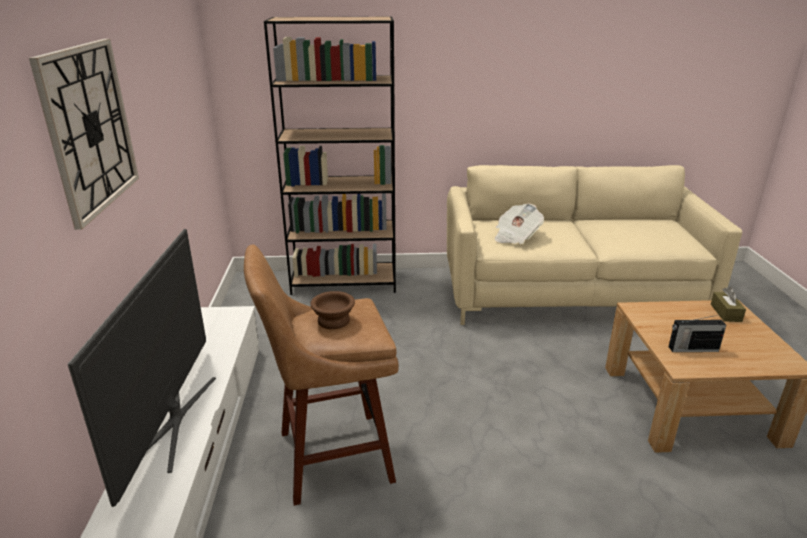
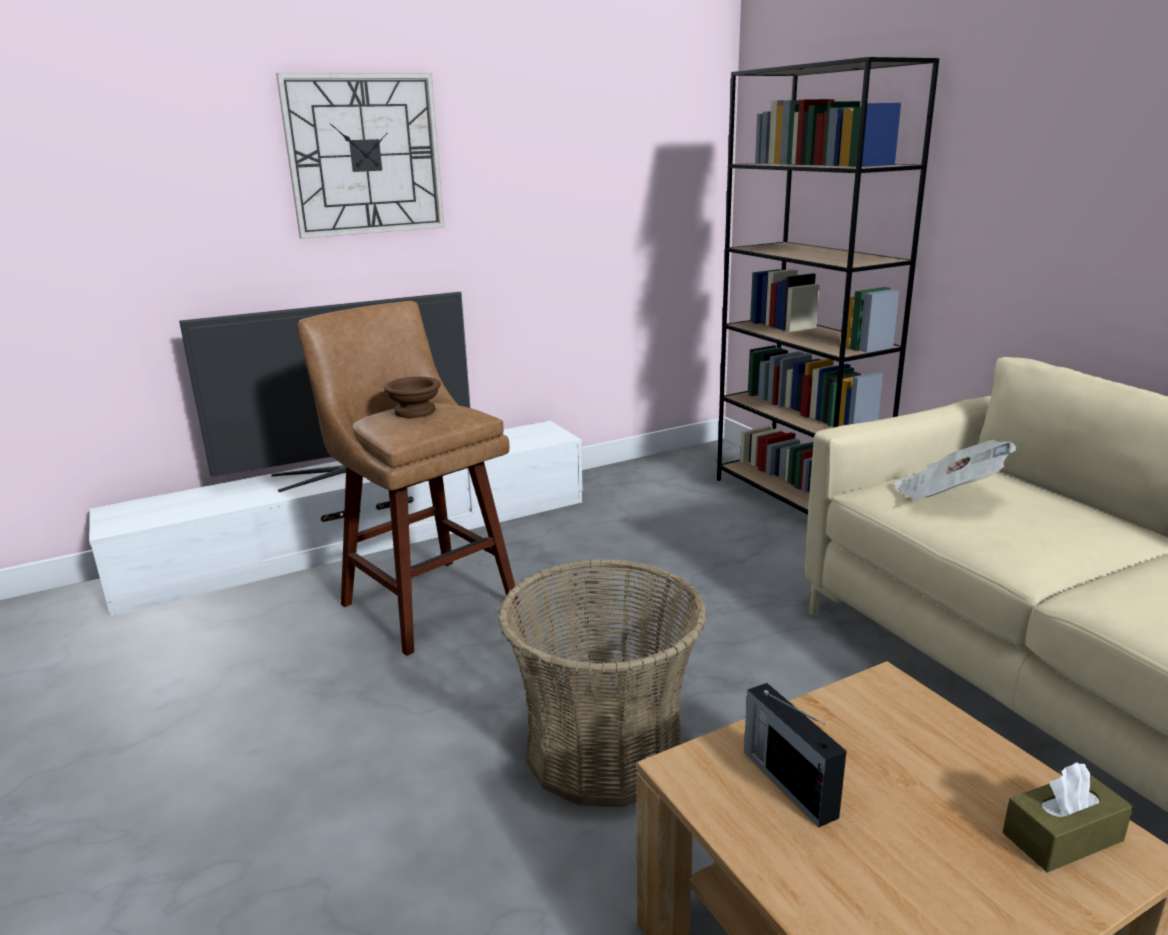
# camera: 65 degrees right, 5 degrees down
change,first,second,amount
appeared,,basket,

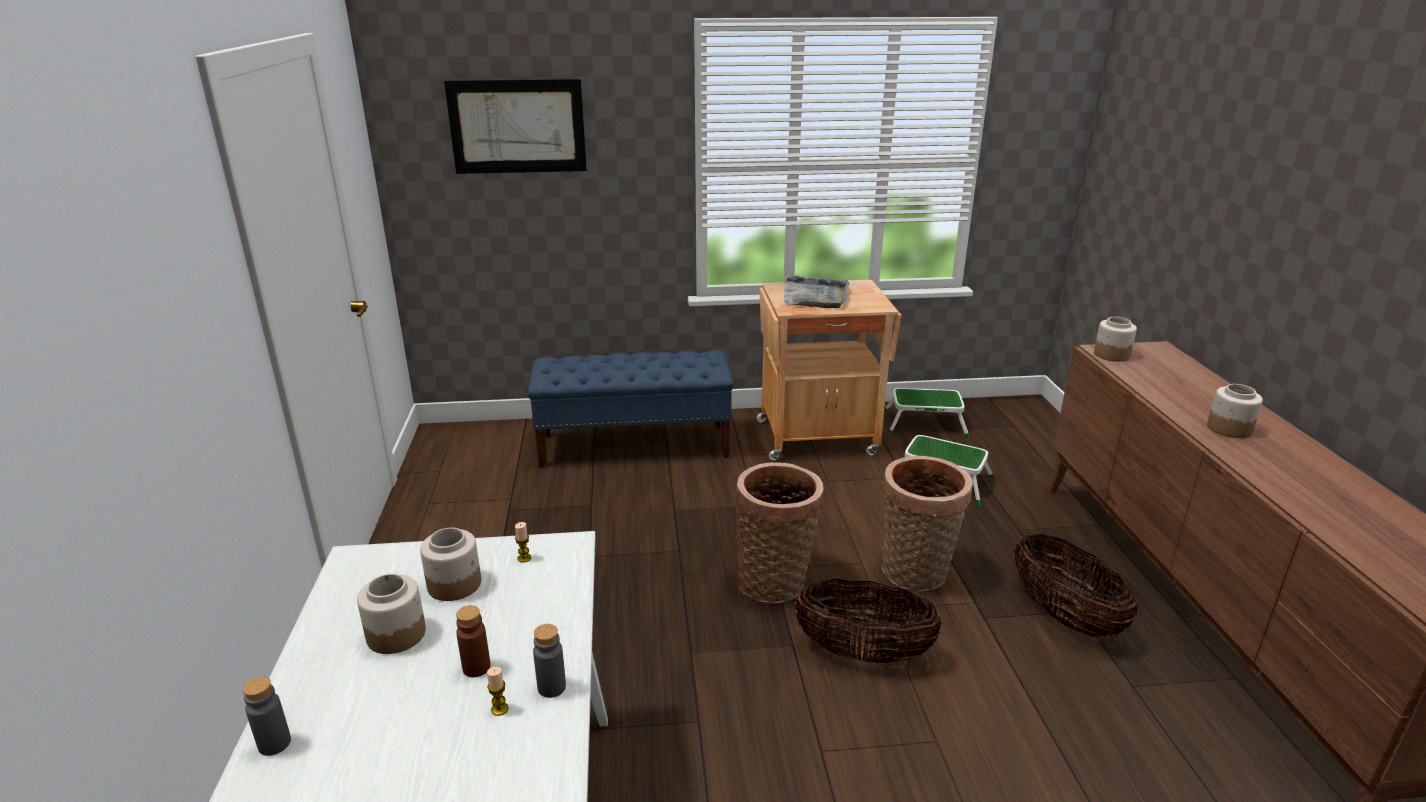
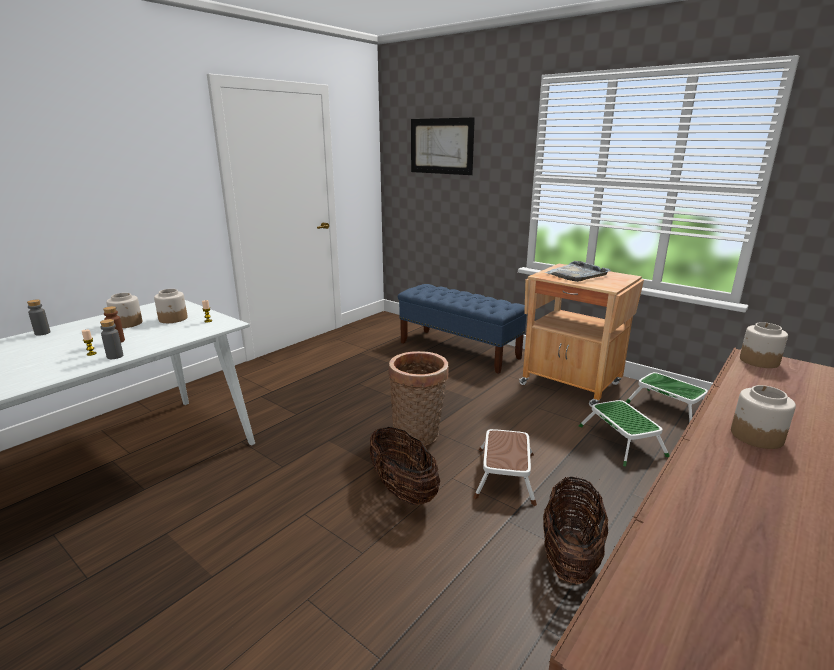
# camera: 45 degrees right, 5 degrees down
change,first,second,amount
exchanged,basket (no. 3 from left),step ladder (brown),

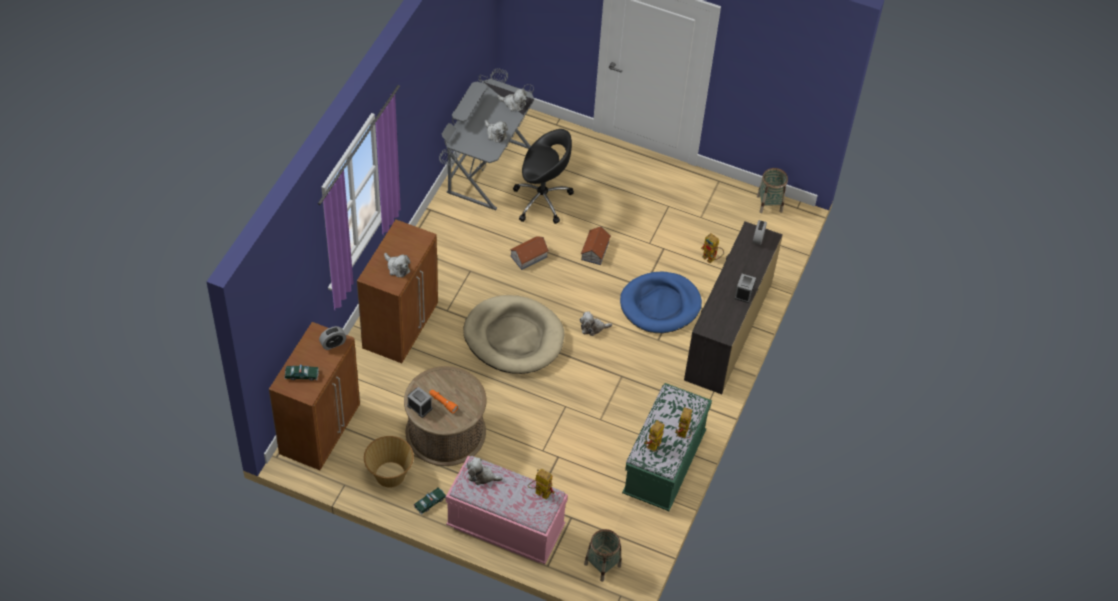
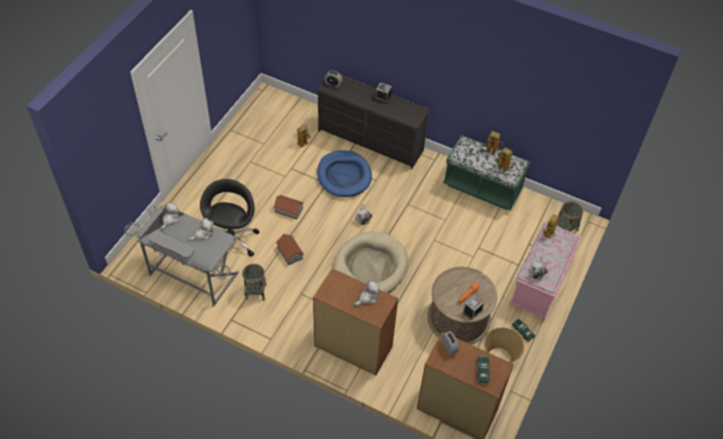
# camera: 85 degrees left, 0 degrees up
change,first,second,amount
relocated,basket (no. 3 from left in the first image),basket (no. 1 from left),

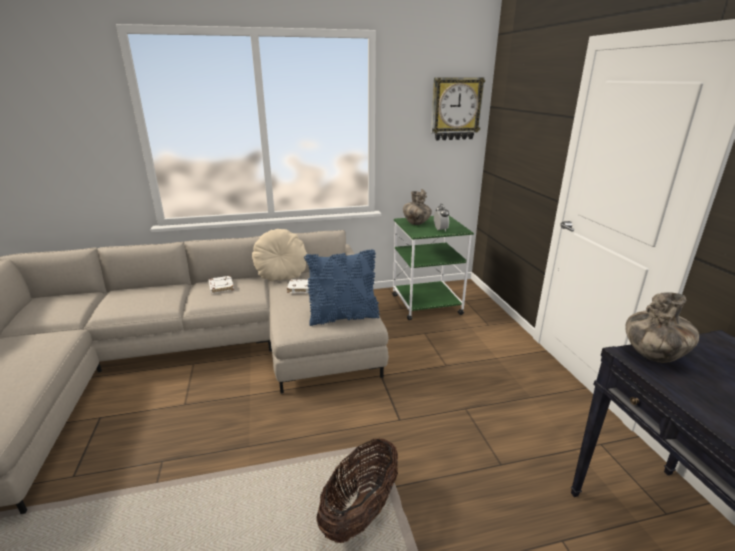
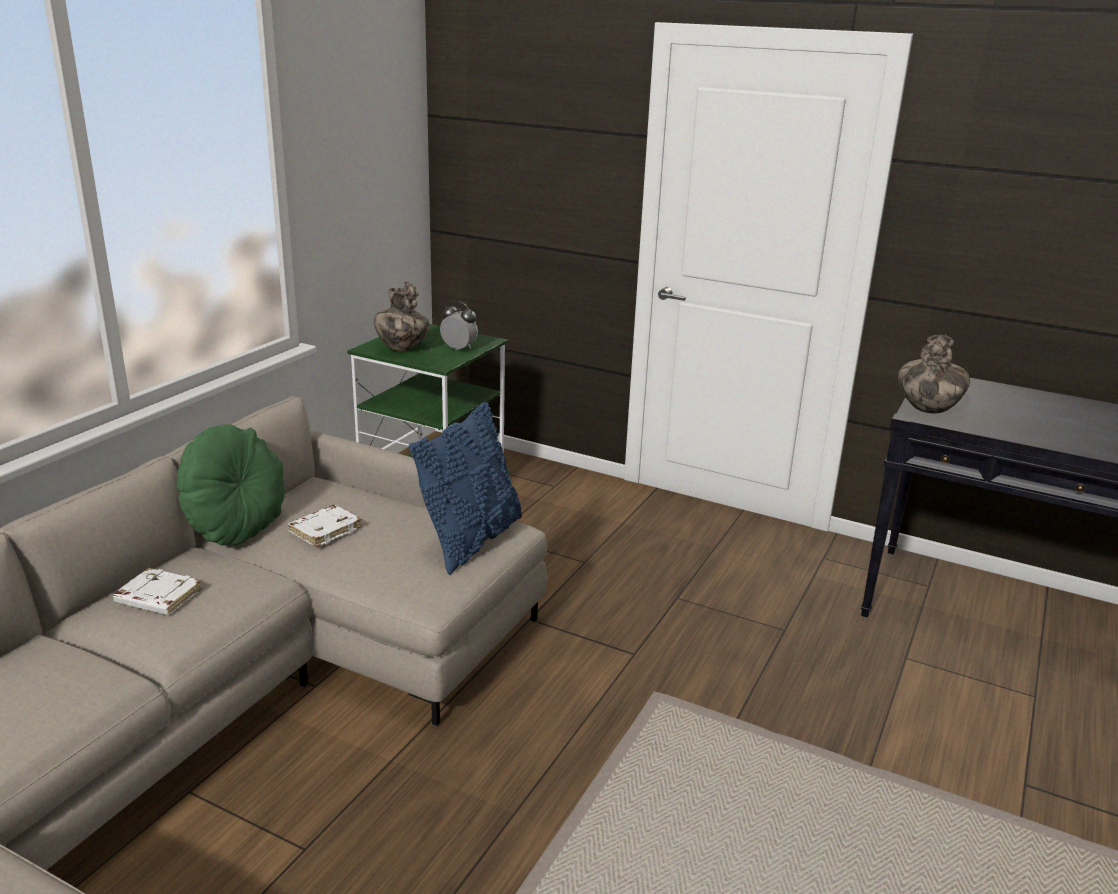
# camera: 50 degrees left, 0 degrees up
change,first,second,amount
colour,pillow (beige),pillow (green),
missing,basket,,
missing,wall clock,,

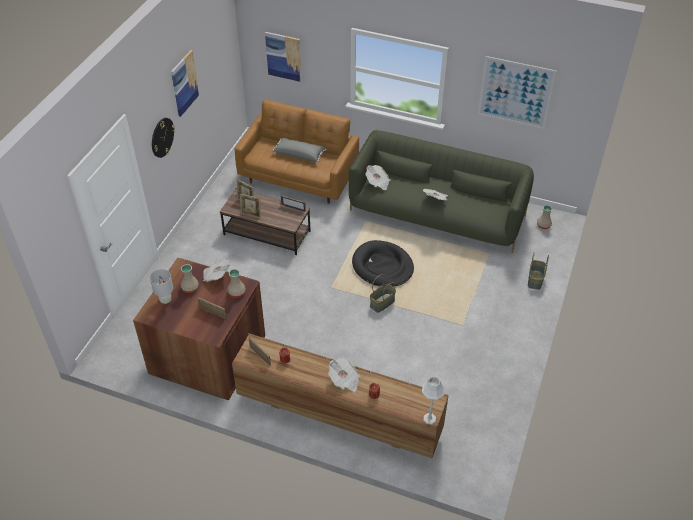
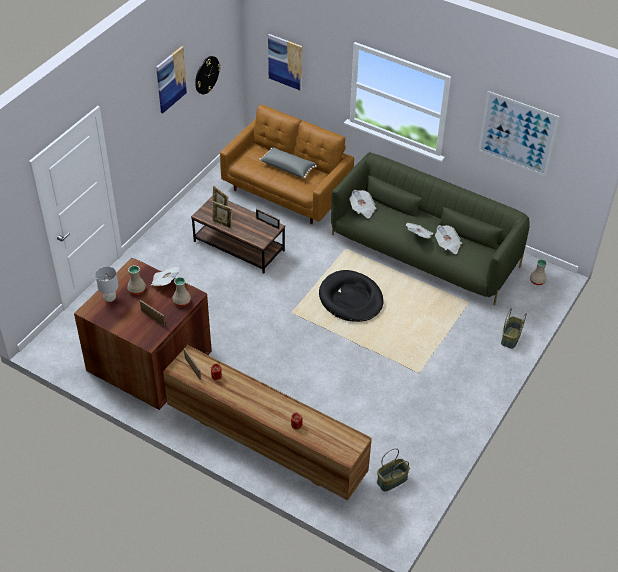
# camera: 10 degrees right, 0 degrees up
change,first,second,amount
relocated,wall clock,,
relocated,basket (no. 1 from left),,
relocated,newspaper (no. 2 from left in the first image),newspaper (no. 4 from left),
missing,table lamp (grey) (no. 2 from left),,

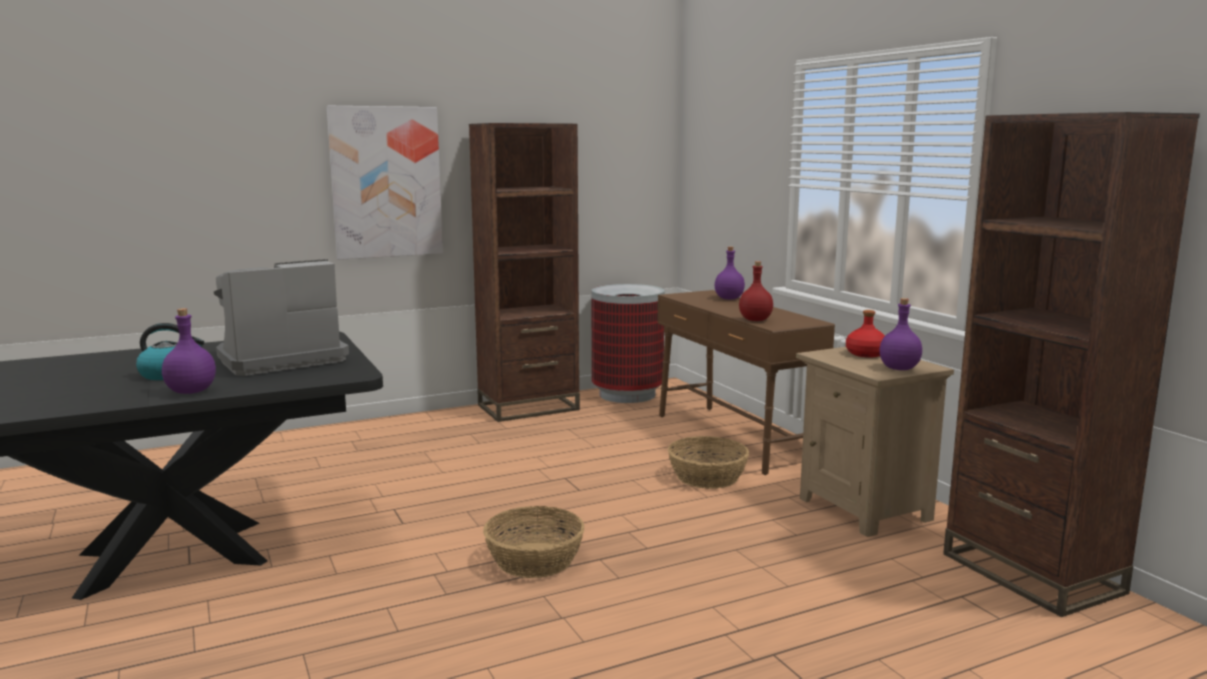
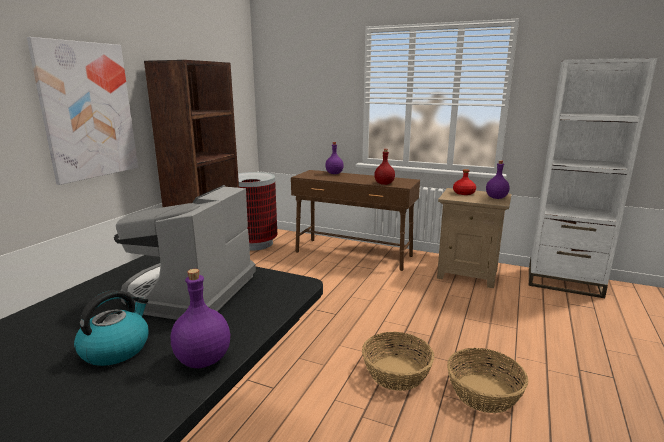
# camera: 40 degrees left, 5 degrees up
change,first,second,amount
relocated,basket (no. 2 from left),,
colour,bookcase (brown) (no. 2 from left),bookcase (white),

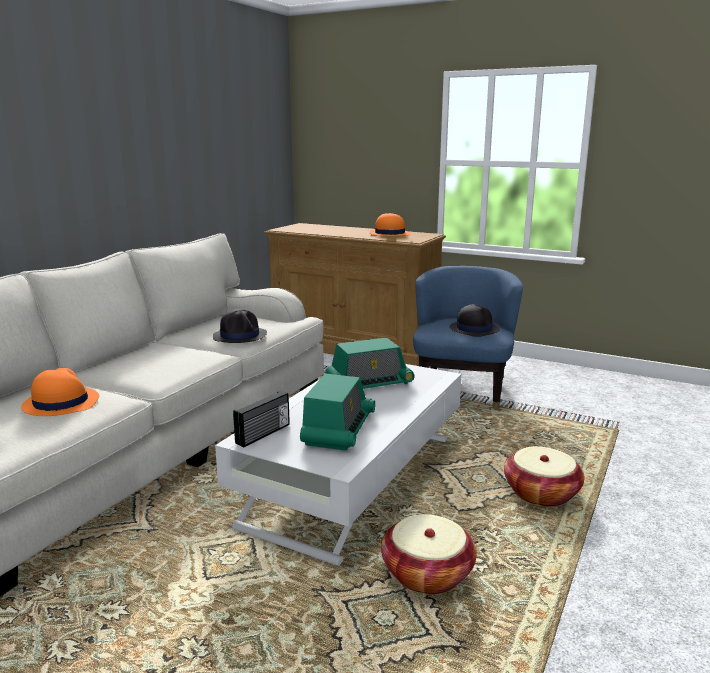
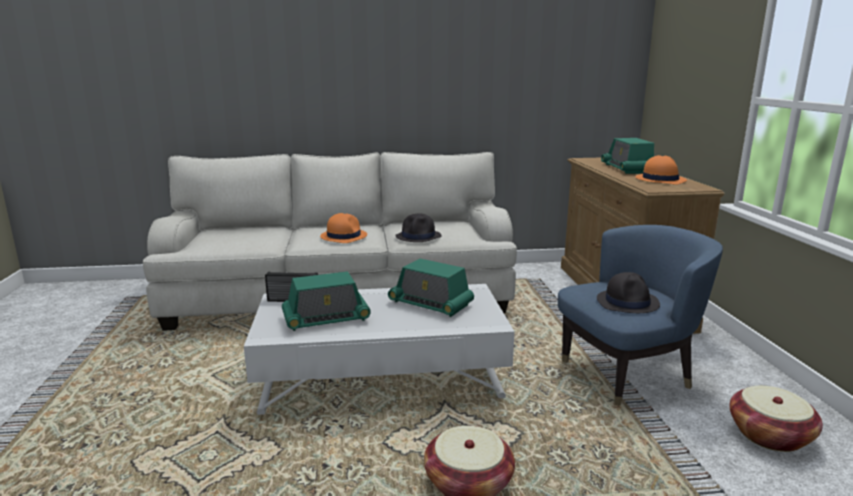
# camera: 55 degrees right, 0 degrees up
change,first,second,amount
relocated,hat (orange) (no. 1 from left),,
appeared,,radio (no. 4 from left),
relocated,basket (no. 1 from left in the first image),basket (no. 2 from left),

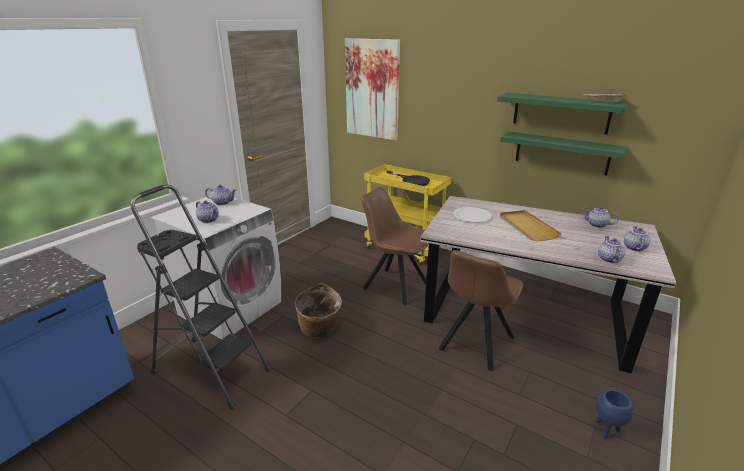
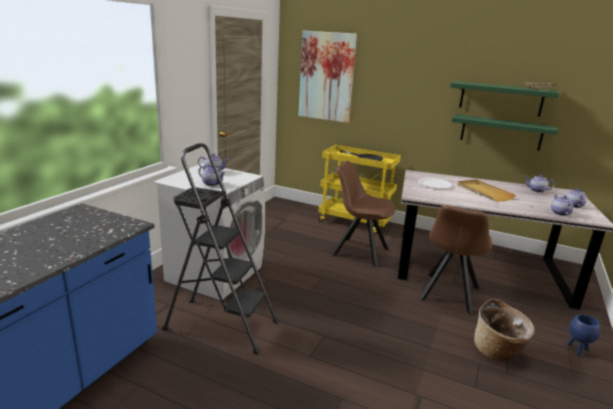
# camera: 10 degrees left, 5 degrees down
change,first,second,amount
relocated,basket,,

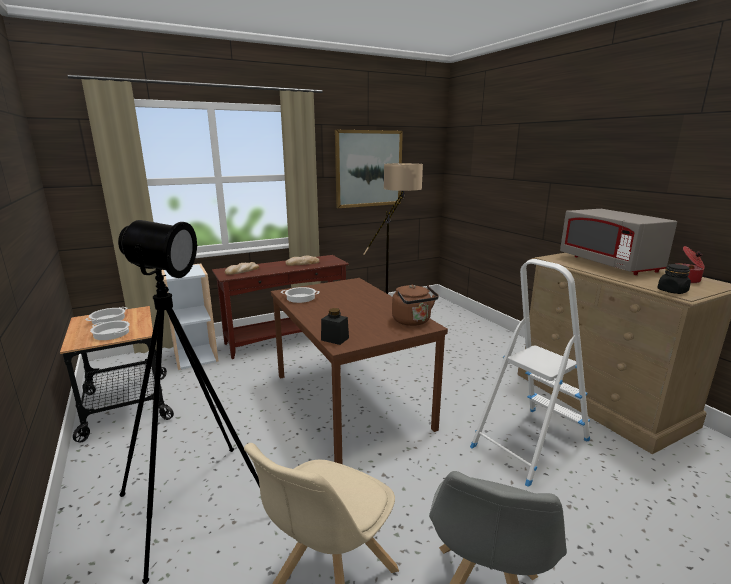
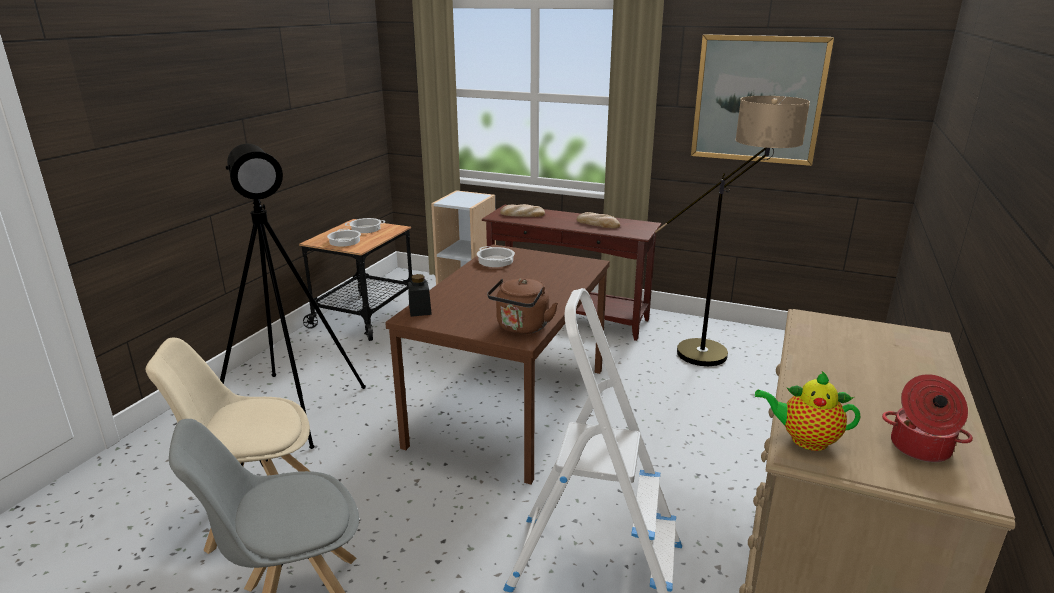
# camera: 50 degrees right, 5 degrees up
change,first,second,amount
exchanged,jar (black) (no. 2 from left),teapot,
missing,microwave (grey),,

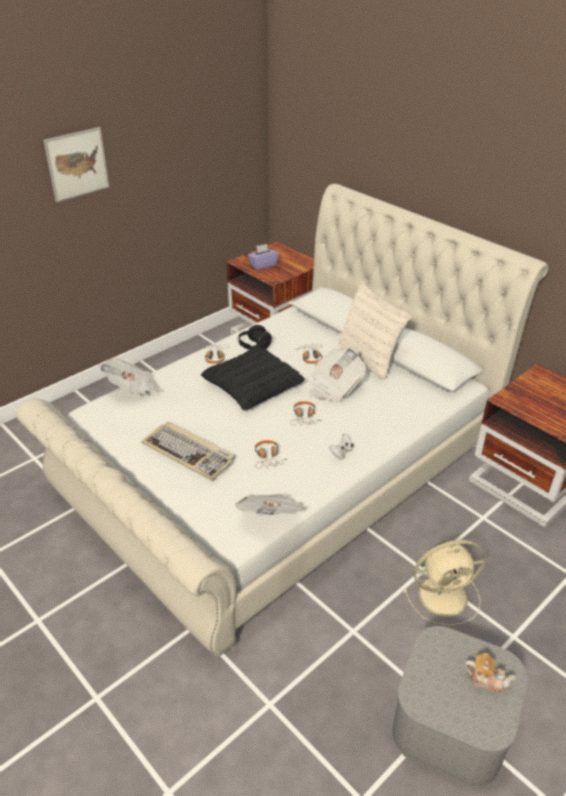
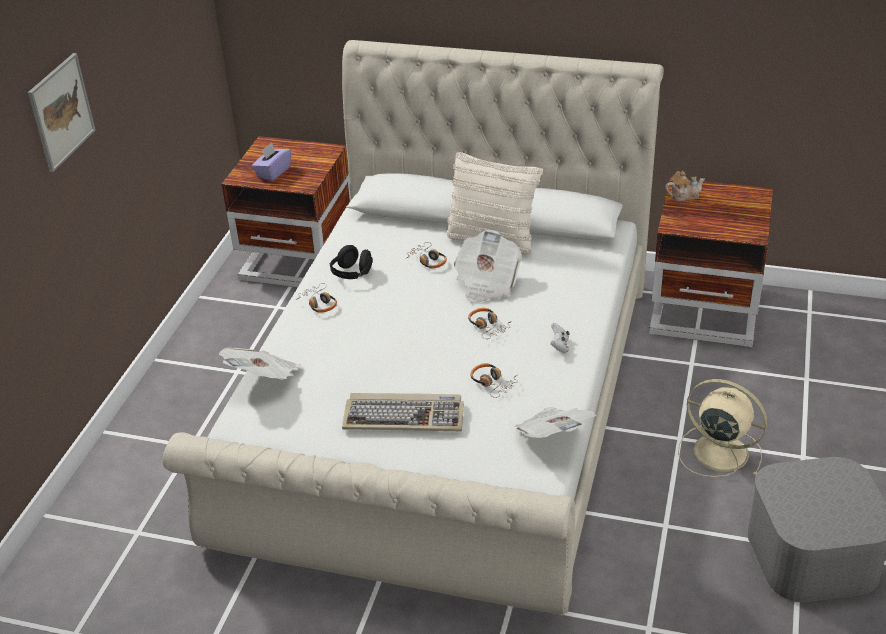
# camera: 30 degrees left, 0 degrees up
change,first,second,amount
relocated,teapot,,
spun,fan (beige),,105 degrees counterclockwise
missing,pillow (black),,

